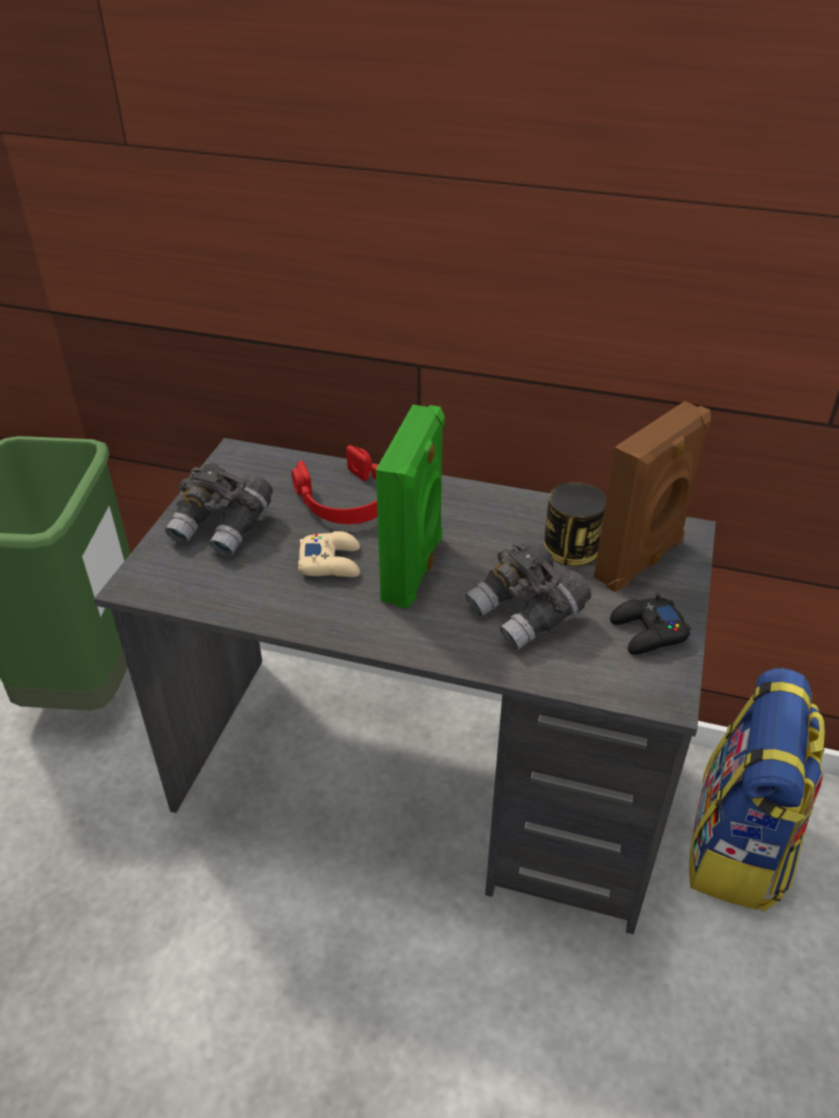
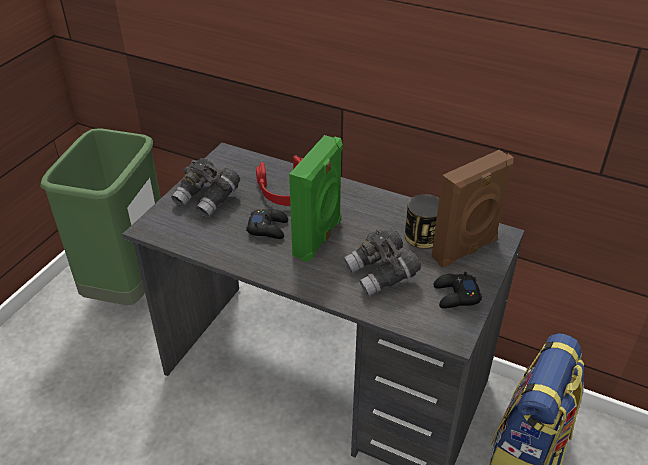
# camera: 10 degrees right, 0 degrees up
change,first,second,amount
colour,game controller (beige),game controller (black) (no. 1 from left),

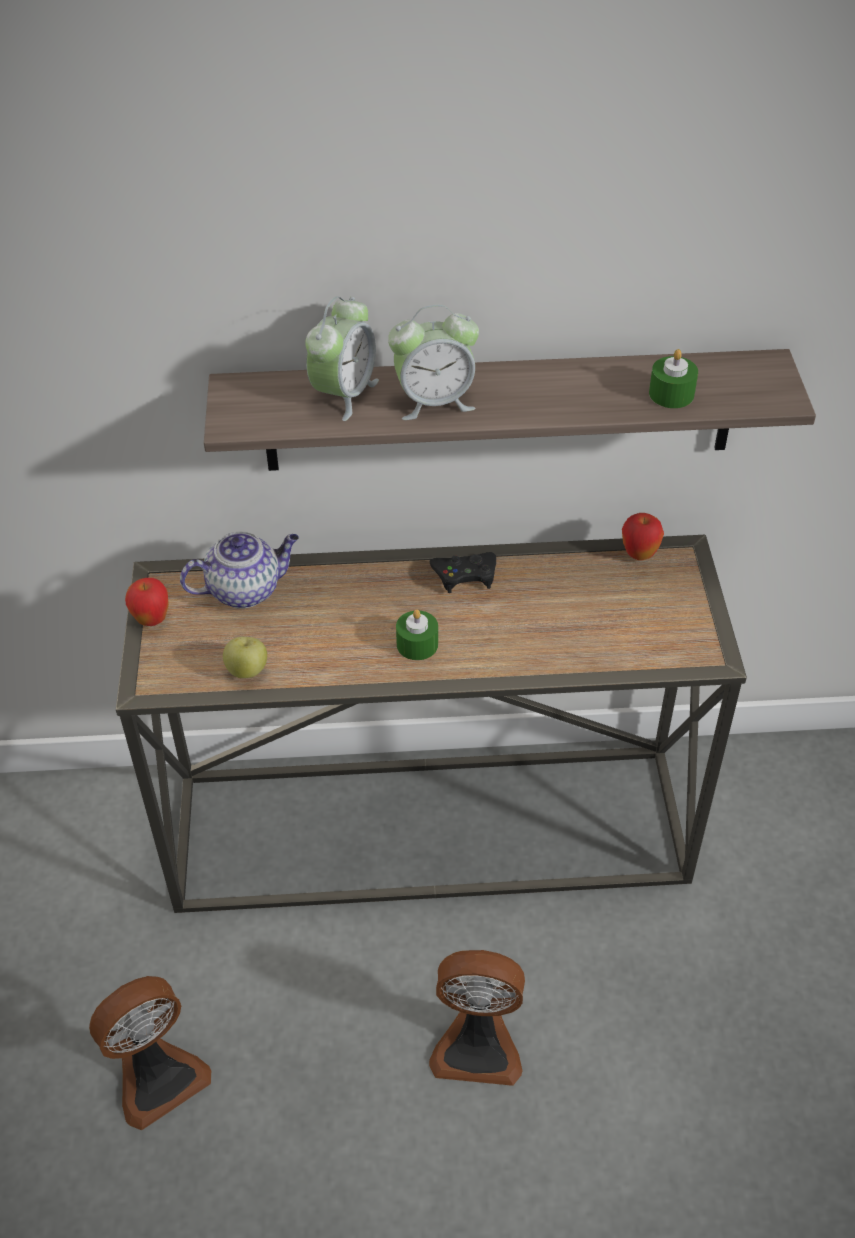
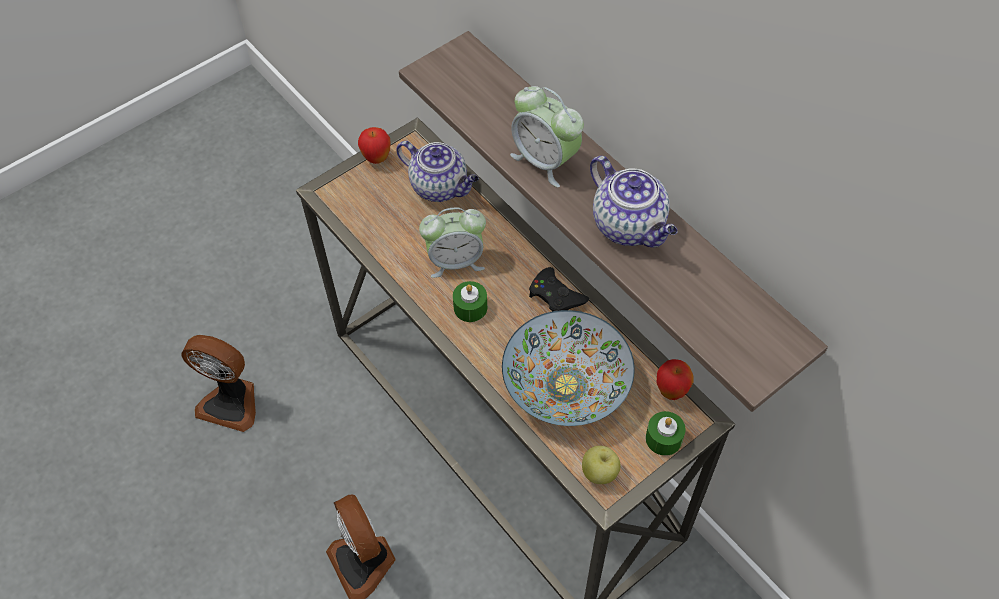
# camera: 55 degrees right, 10 degrees up
change,first,second,amount
relocated,alarm clock (no. 1 from left),,
appeared,,bowl,
relocated,apple (no. 2 from left),,
appeared,,teapot (no. 2 from left),
relocated,candle (green) (no. 2 from left),,

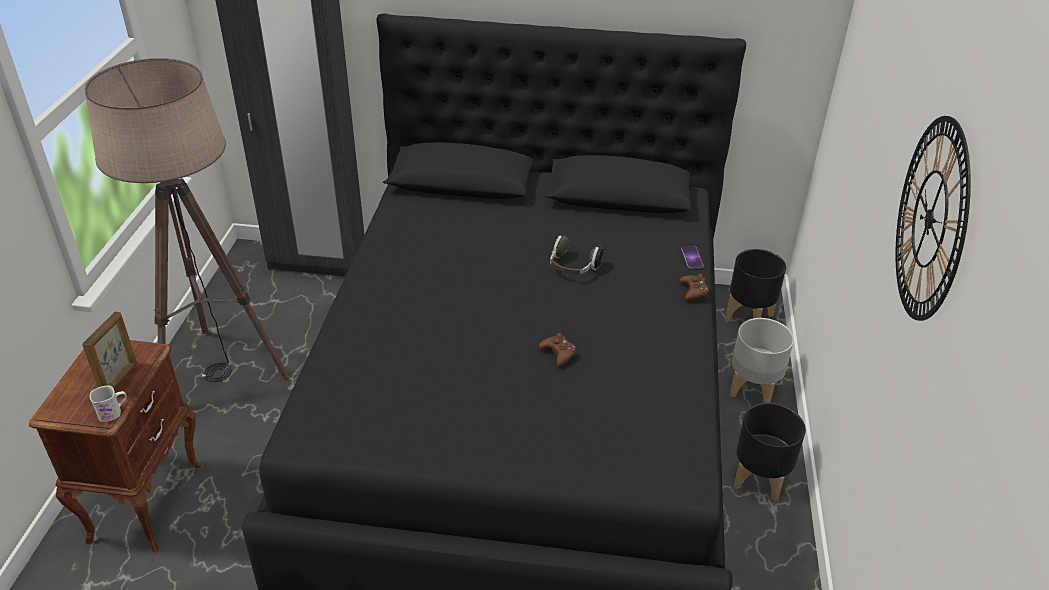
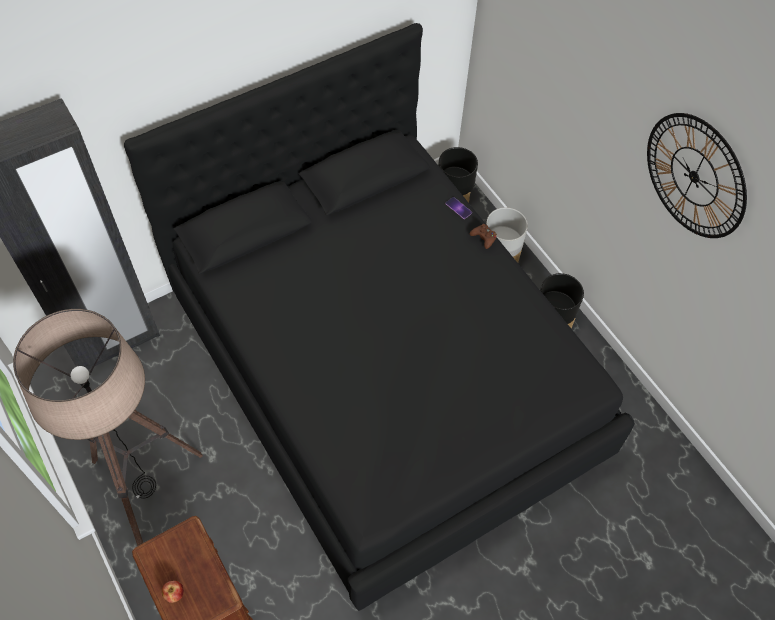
# camera: 40 degrees left, 20 degrees up
change,first,second,amount
appeared,,apple,
missing,picture frame,,
missing,mug (white),,
missing,game controller (brown) (no. 1 from left),,
missing,headphones,,

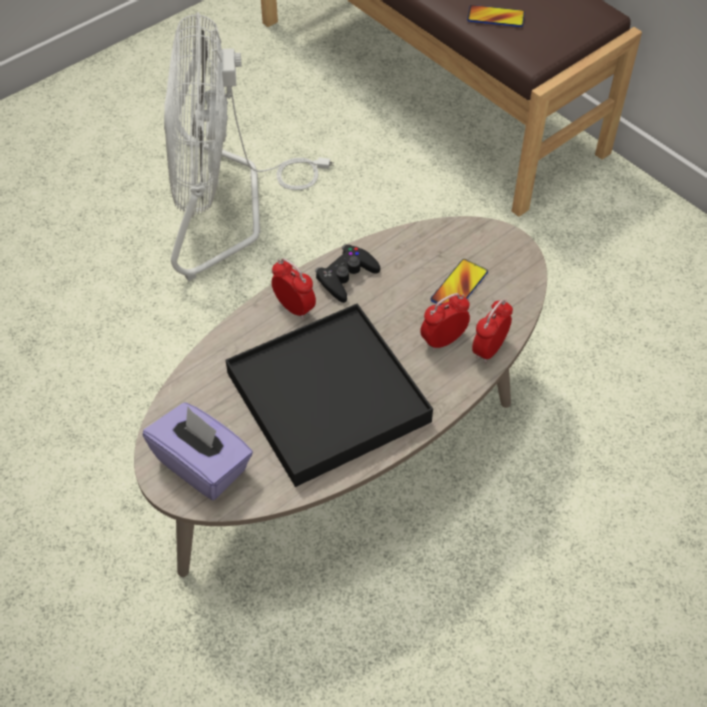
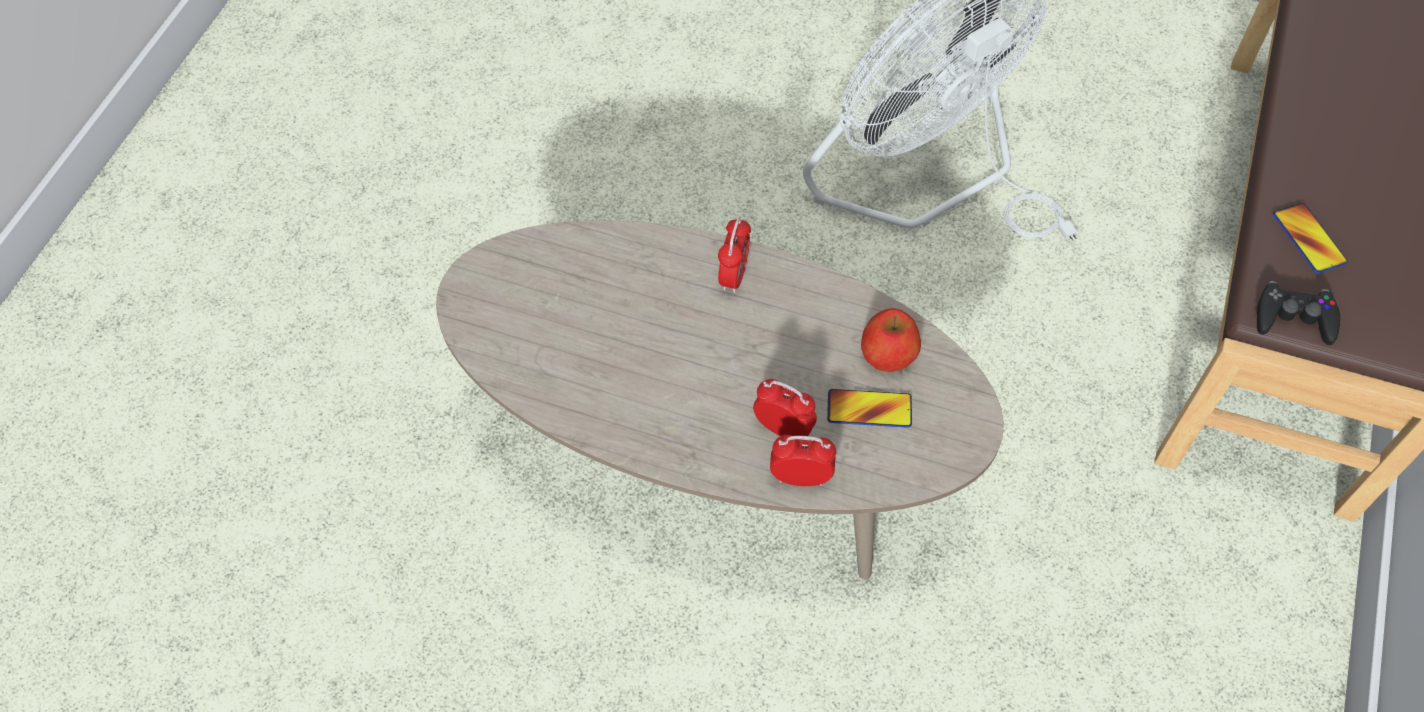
# camera: 60 degrees right, 5 degrees up
change,first,second,amount
appeared,,apple,
relocated,game controller (black),,
missing,tissue box (purple),,
missing,tray (black),,

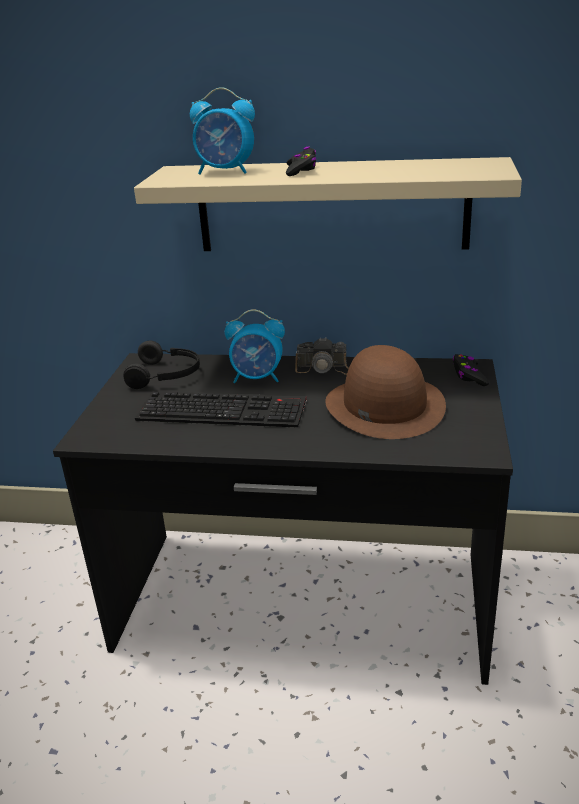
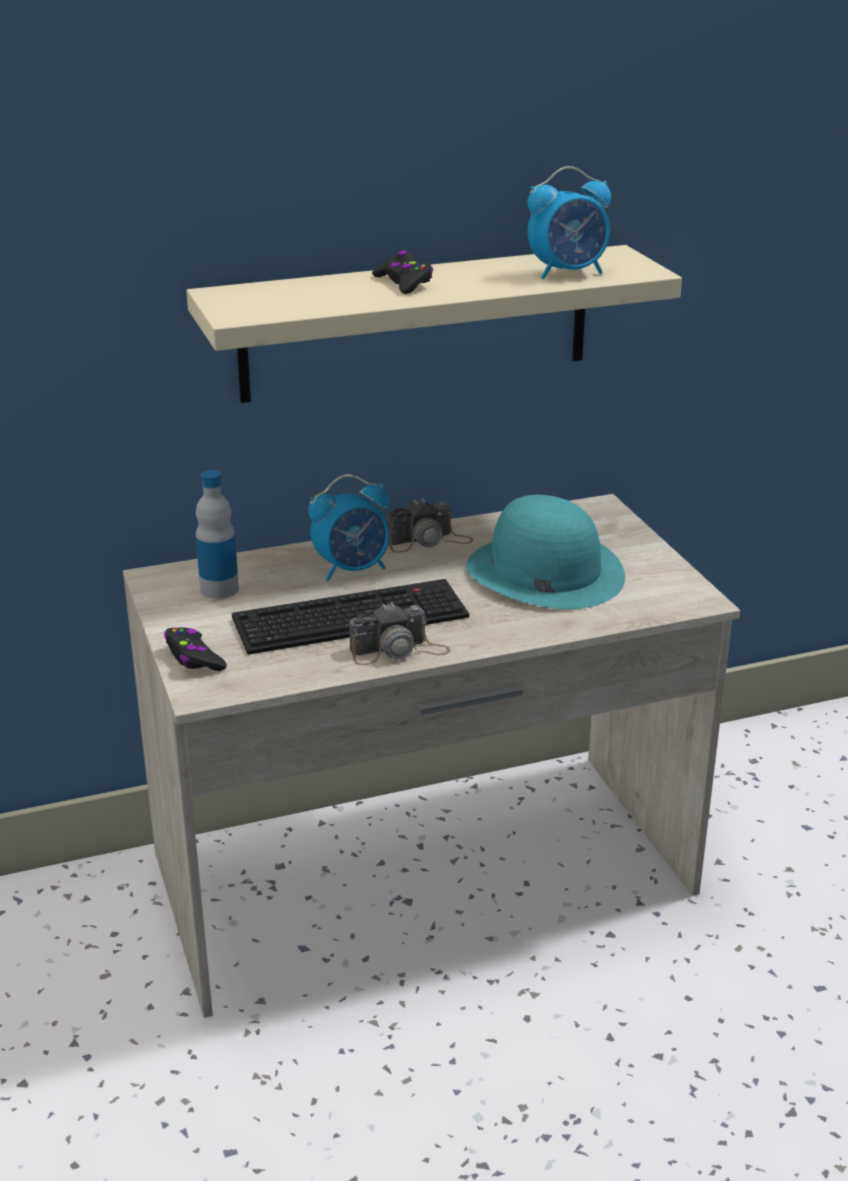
# camera: 30 degrees left, 0 degrees up
change,first,second,amount
colour,desk (black),desk (beige),
relocated,game controller (black) (no. 2 from left in the first image),game controller (black) (no. 1 from left),
exchanged,headphones (black),bottle,
appeared,,photo camera (no. 1 from left),
colour,hat (brown),hat (turquoise),
relocated,alarm clock (no. 1 from left in the first image),alarm clock (no. 2 from left),

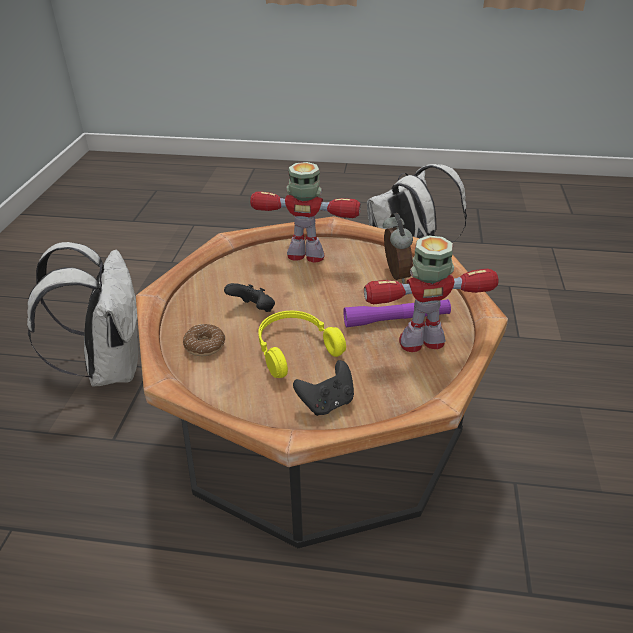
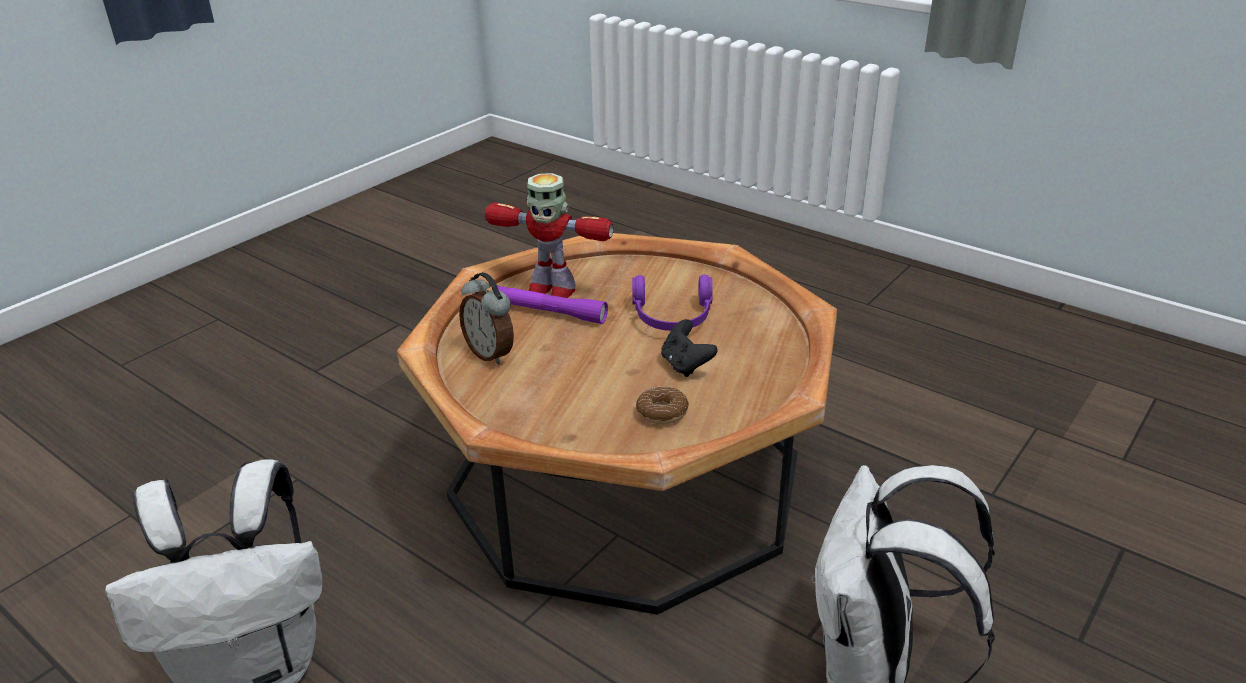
# camera: 150 degrees left, 5 degrees down
change,first,second,amount
spun,alarm clock,,60 degrees counterclockwise
colour,headphones (yellow),headphones (purple),
relocated,donut,,
missing,toy robot (no. 1 from left),,
missing,game controller (black) (no. 2 from left),,

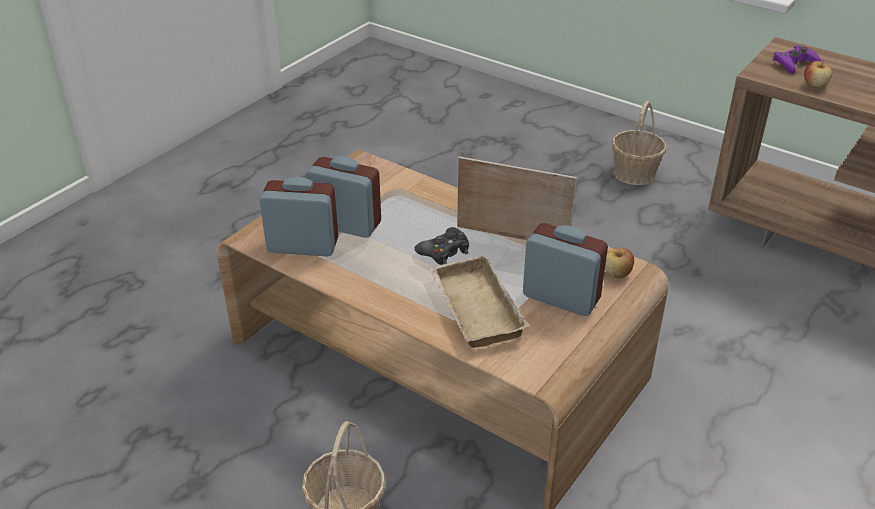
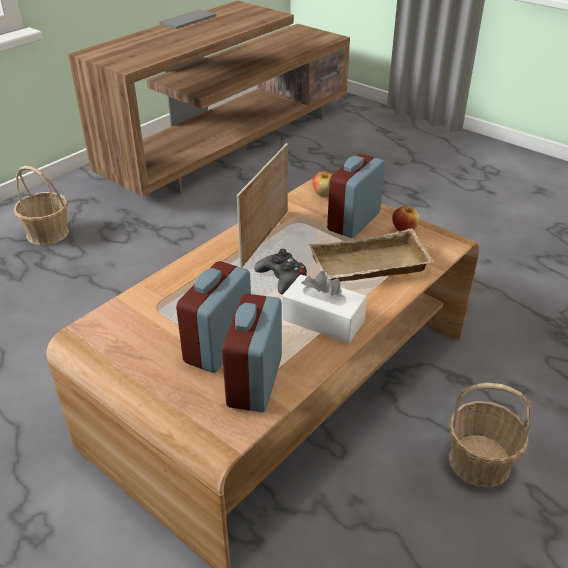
# camera: 85 degrees left, 0 degrees up
change,first,second,amount
appeared,,tissue box (white),
relocated,apple (no. 2 from left),,
missing,game controller (purple),,

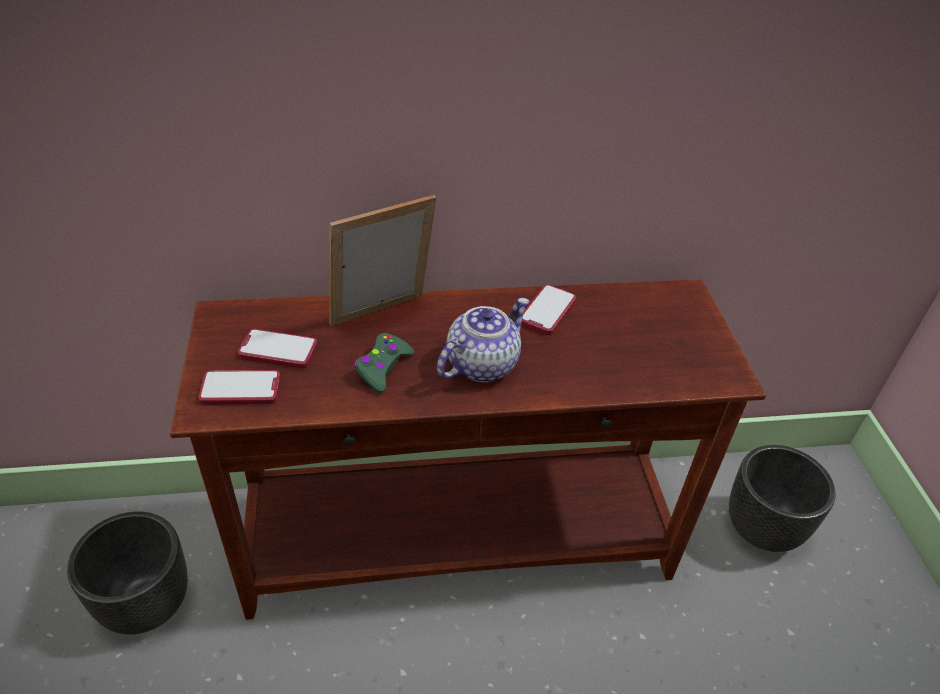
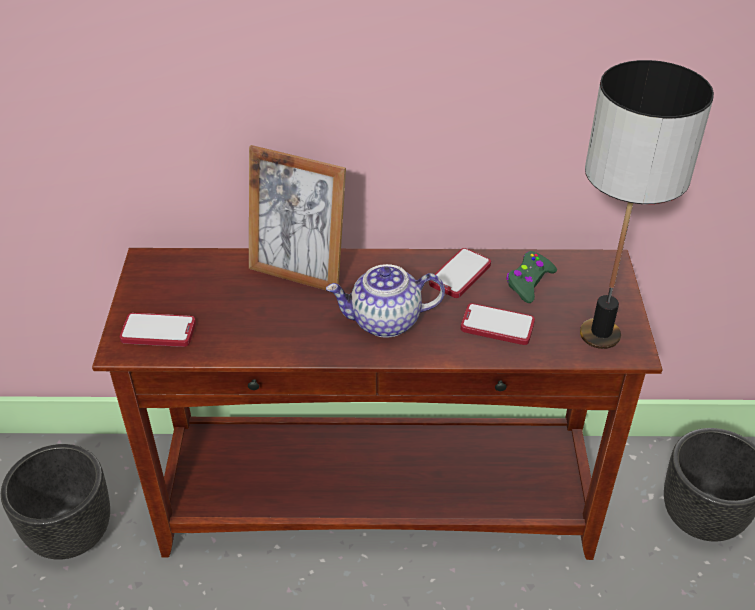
# camera: 10 degrees right, 0 degrees up
change,first,second,amount
spun,picture frame,,135 degrees counterclockwise
spun,teapot,,150 degrees counterclockwise
relocated,phone (no. 2 from left in the first image),phone (no. 3 from left),
relocated,game controller (green),,
appeared,,table lamp,

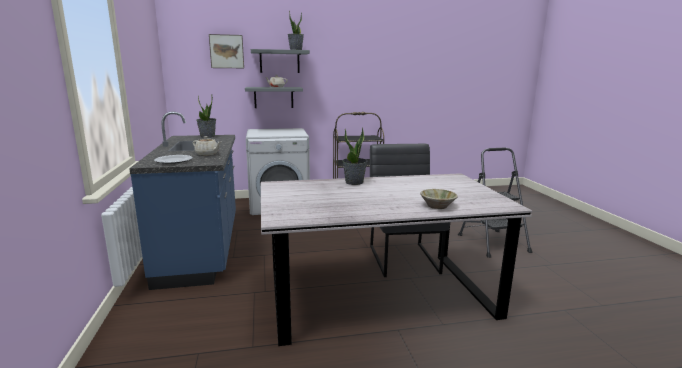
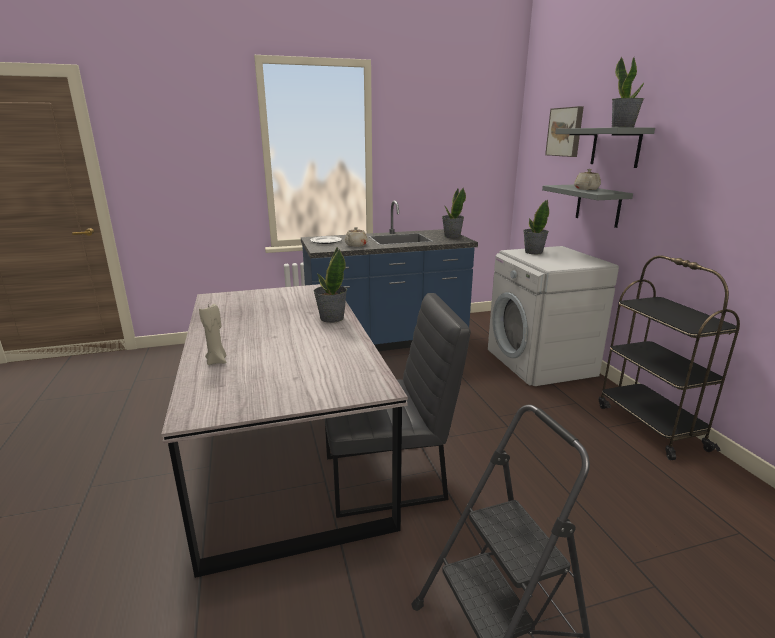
# camera: 85 degrees right, 5 degrees up
change,first,second,amount
exchanged,bowl (beige),candle (beige),
appeared,,potted plant (no. 3 from left),

